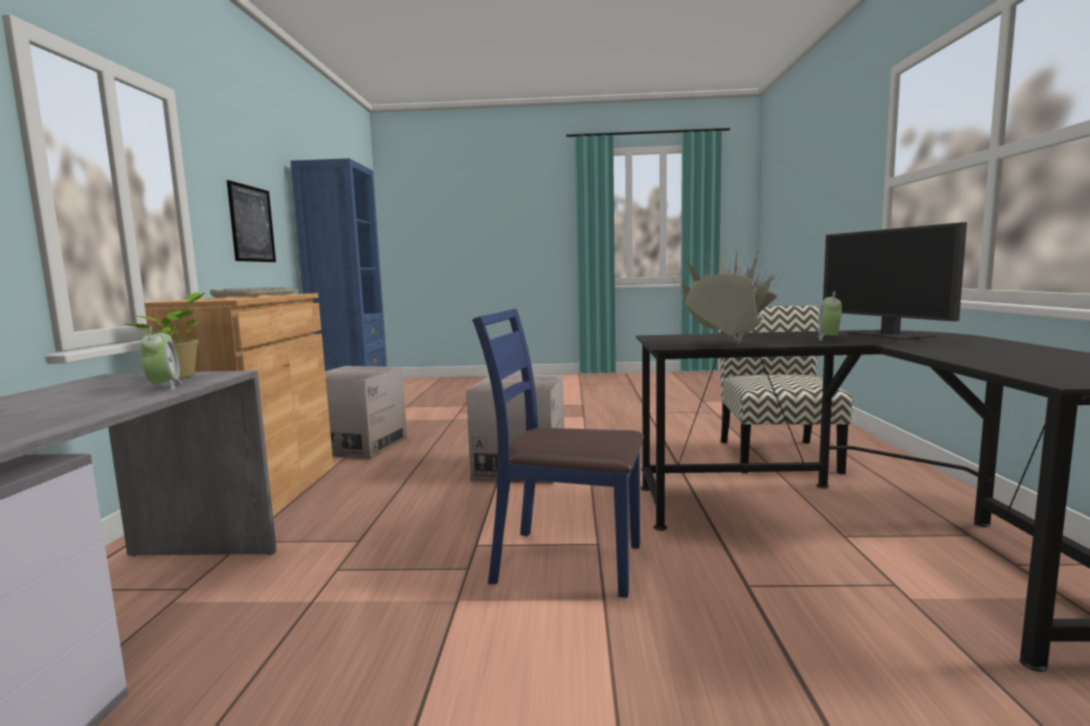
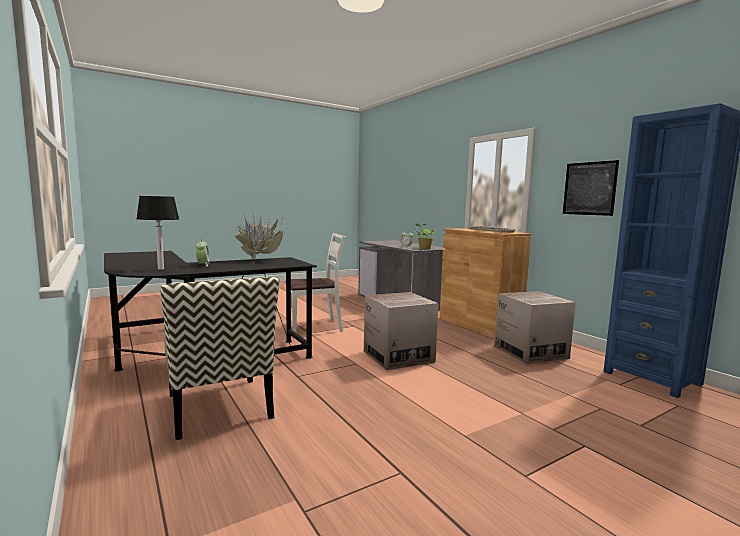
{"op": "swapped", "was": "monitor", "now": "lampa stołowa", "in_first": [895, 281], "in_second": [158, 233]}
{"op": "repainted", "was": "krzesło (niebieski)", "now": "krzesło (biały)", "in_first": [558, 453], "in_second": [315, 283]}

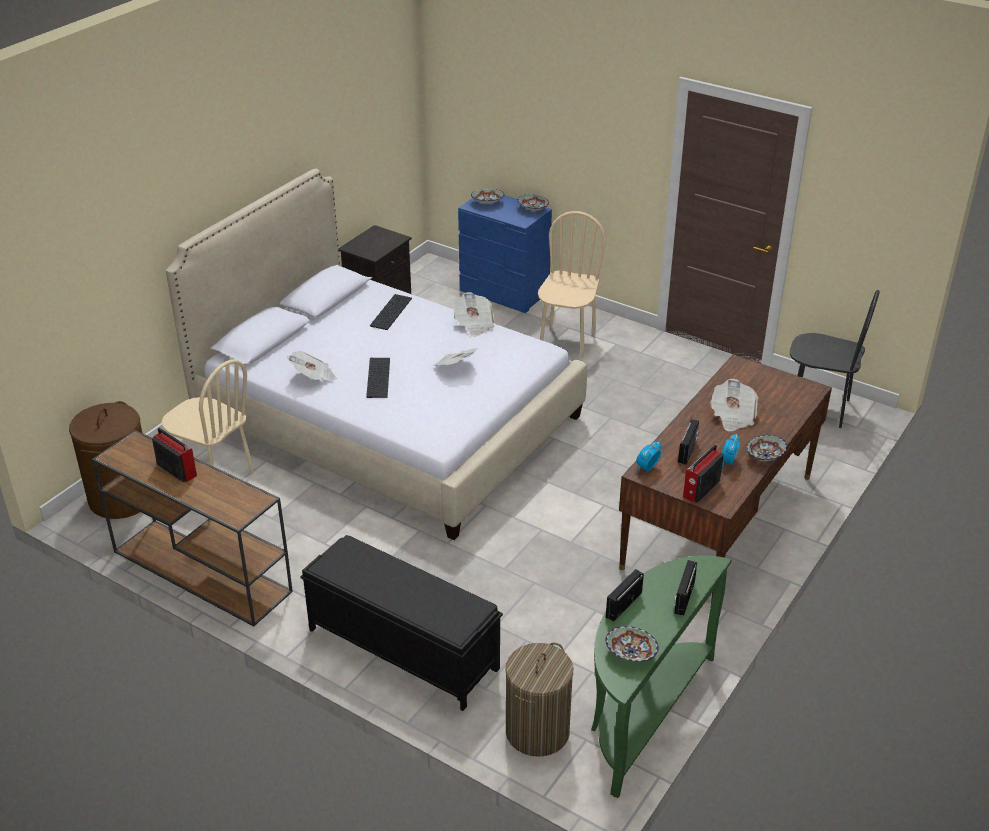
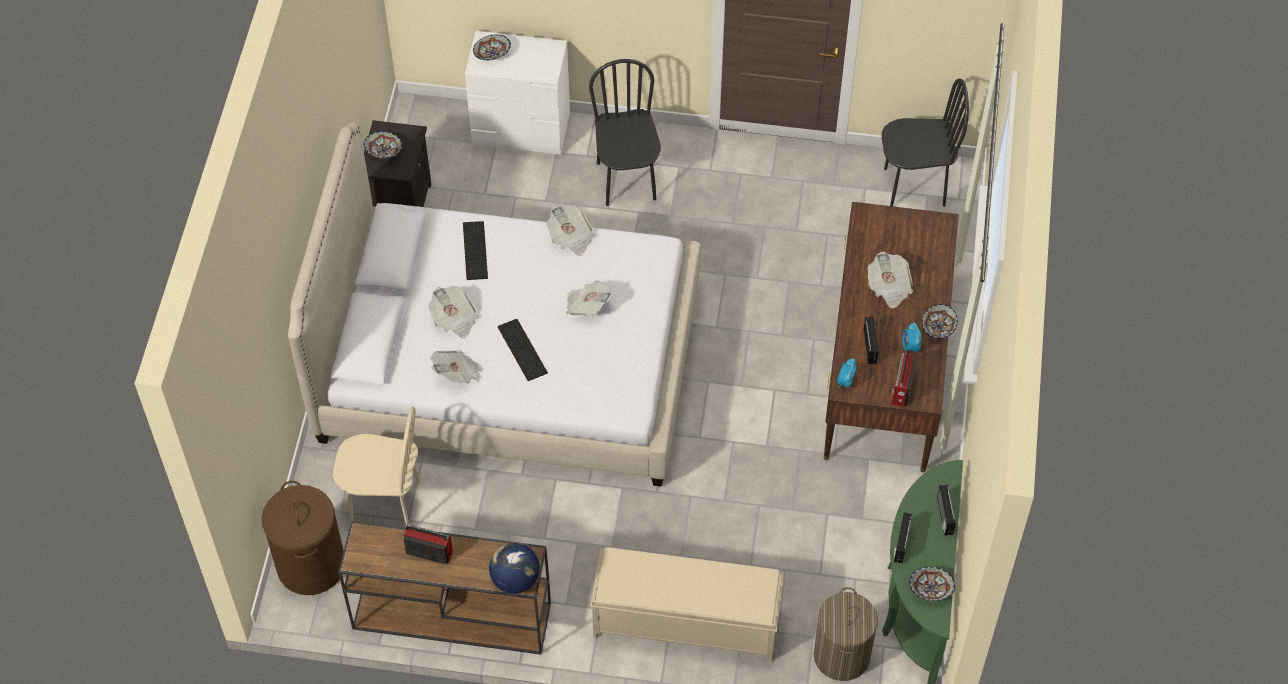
{"op": "shifted", "was": "miska", "in_first": [533, 202], "in_second": [383, 145]}
{"op": "repainted", "was": "komoda (niebieski)", "now": "komoda (biały)", "in_first": [505, 254], "in_second": [517, 93]}
{"op": "repainted", "was": "krzesło (beżowy)", "now": "krzesło (czarny)", "in_first": [572, 284], "in_second": [625, 132]}
{"op": "repainted", "was": "ławka (czarny)", "now": "ławka (beżowy)", "in_first": [401, 623], "in_second": [687, 604]}
{"op": "new", "now": "gazeta", "in_second": [453, 312]}
{"op": "new", "now": "globus", "in_second": [514, 568]}

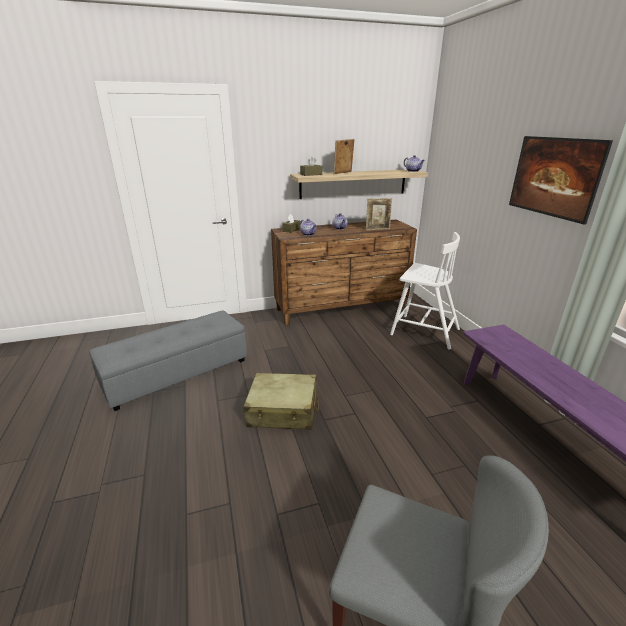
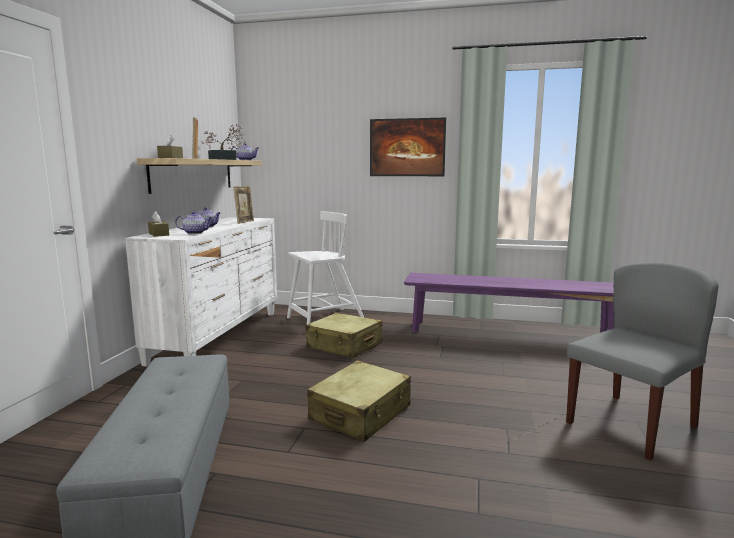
{"op": "repainted", "was": "komoda (brązowy)", "now": "komoda (biały)", "in_first": [344, 272], "in_second": [201, 292]}
{"op": "new", "now": "roślina doniczkowa", "in_second": [223, 142]}
{"op": "new", "now": "walizka (beżowy)", "in_second": [344, 335]}

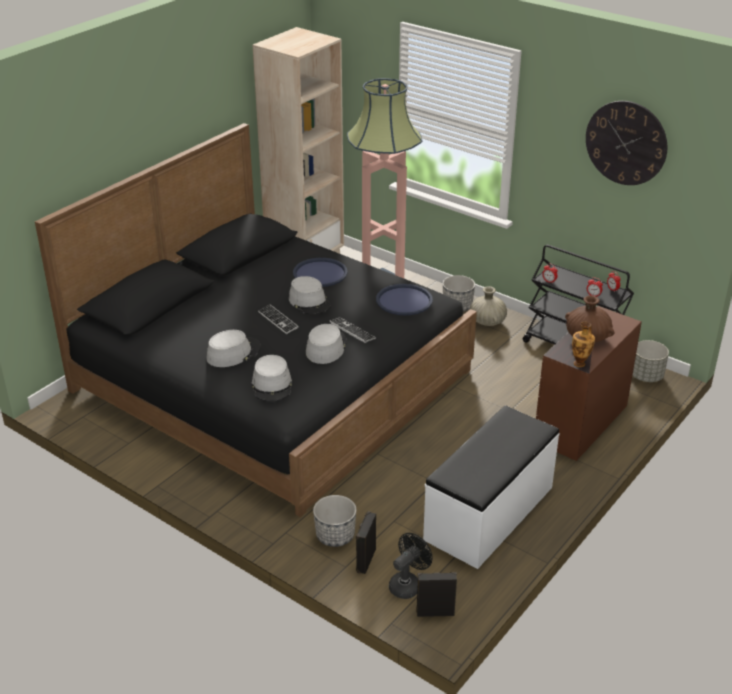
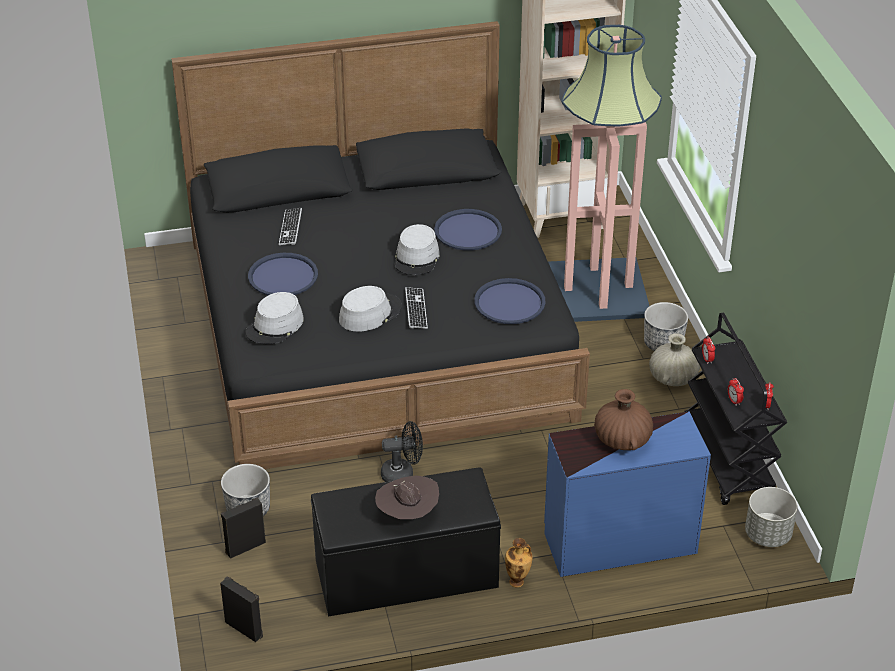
{"op": "gone", "was": "zegar ścienny", "in_first": [626, 143]}
{"op": "shifted", "was": "klawiatura", "in_first": [278, 319], "in_second": [290, 226]}
{"op": "repainted", "was": "komoda (brązowy)", "now": "komoda (niebieski)", "in_first": [589, 383], "in_second": [627, 494]}
{"op": "shifted", "was": "wazon", "in_first": [583, 344], "in_second": [518, 562]}
{"op": "swapped", "was": "kapelusz (szary)", "now": "taca (niebieski)", "in_first": [233, 348], "in_second": [283, 274]}
{"op": "repainted", "was": "ławka (biały)", "now": "ławka (czarny)", "in_first": [491, 487], "in_second": [406, 542]}
{"op": "shifted", "was": "wentylator (czarny)", "in_first": [411, 566], "in_second": [402, 451]}
{"op": "new", "now": "kapelusz (brązowy)", "in_second": [407, 497]}

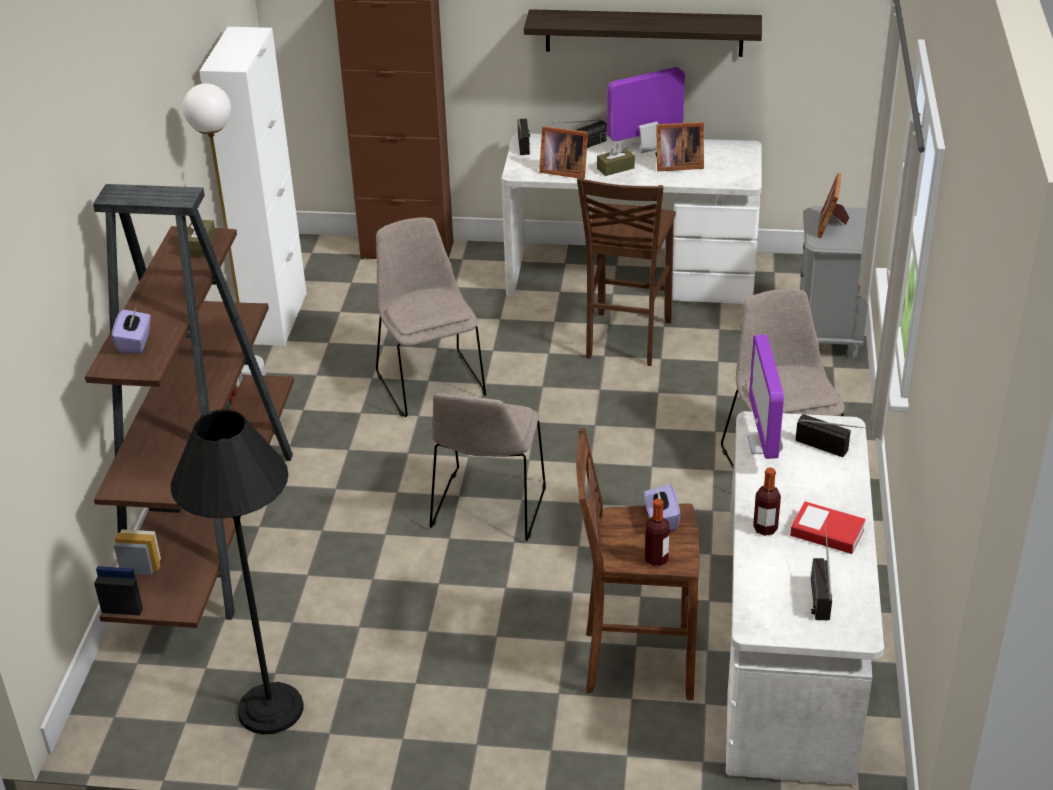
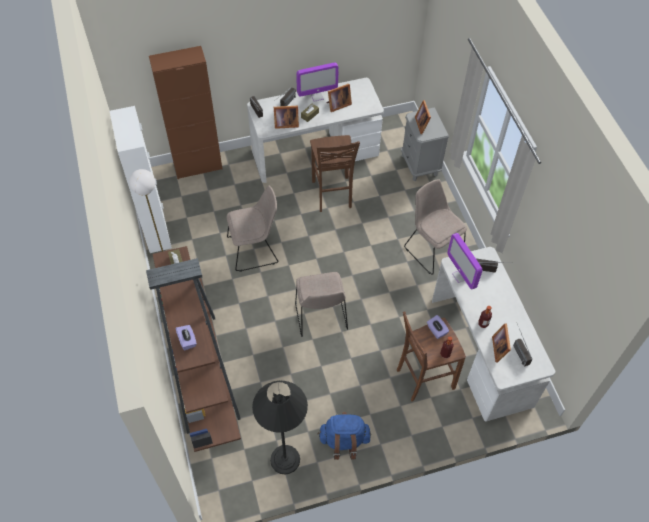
{"op": "gone", "was": "półka", "in_first": [643, 33]}
{"op": "rotated", "was": "monitor", "in_first": [646, 110], "in_second": [317, 82], "clockwise": -150}
{"op": "rotated", "was": "krzesło (beżowy)", "in_first": [431, 317], "in_second": [252, 229], "clockwise": 120}
{"op": "gone", "was": "książka", "in_first": [828, 528]}
{"op": "new", "now": "ramka na zdjęcie", "in_second": [501, 343]}
{"op": "new", "now": "plecak (niebieski)", "in_second": [344, 436]}

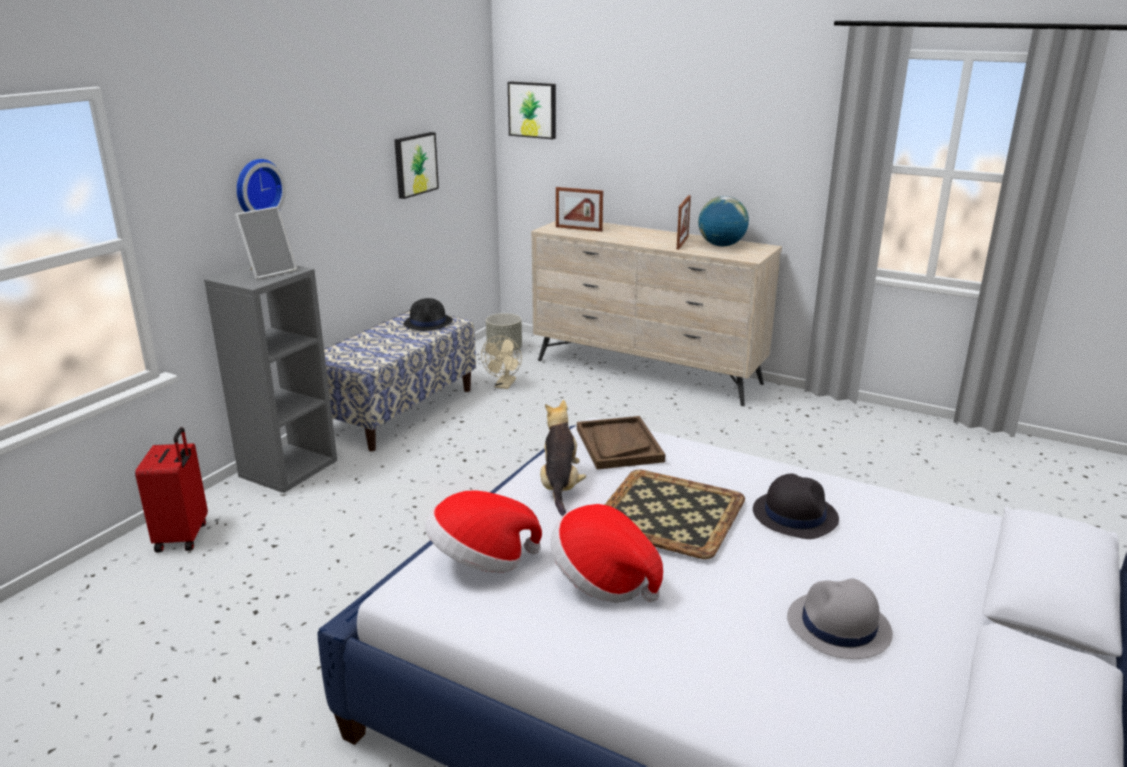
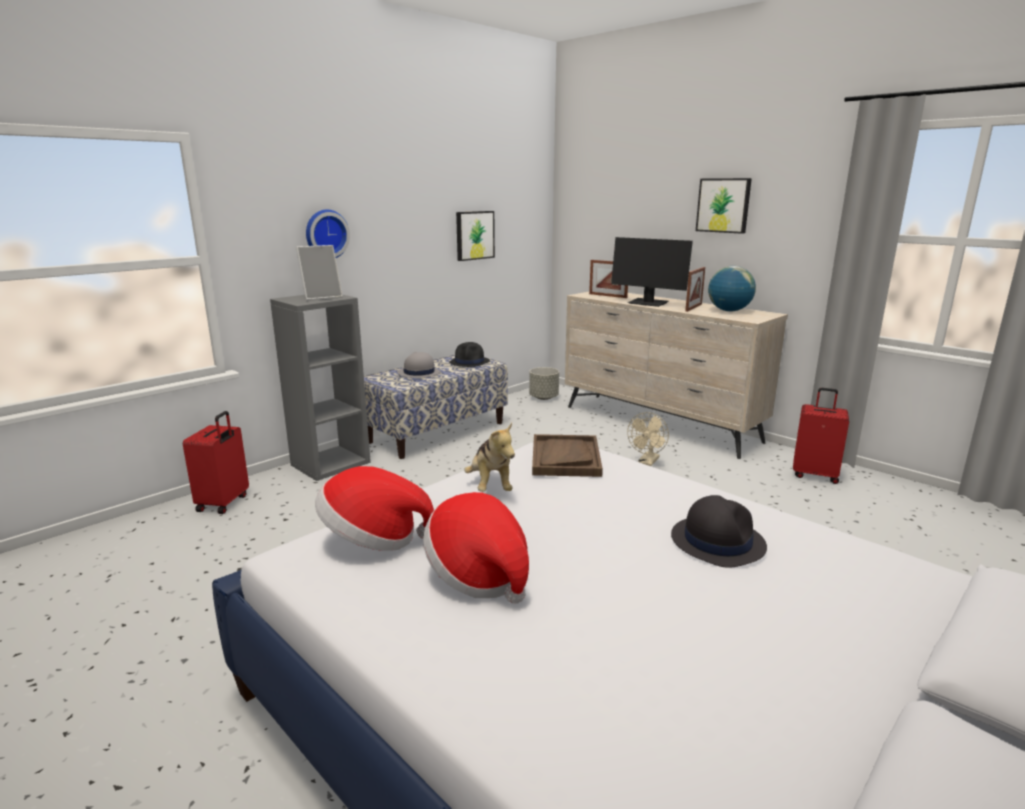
{"op": "shifted", "was": "obraz", "in_first": [532, 110], "in_second": [724, 206]}
{"op": "shifted", "was": "wentylator (beżowy)", "in_first": [501, 362], "in_second": [648, 439]}
{"op": "rotated", "was": "pluszak", "in_first": [563, 458], "in_second": [489, 457], "clockwise": 150}
{"op": "gone", "was": "taca", "in_first": [675, 514]}
{"op": "shifted", "was": "kapelusz (szary)", "in_first": [840, 618], "in_second": [419, 365]}
{"op": "new", "now": "monitor", "in_second": [652, 272]}
{"op": "new", "now": "walizka (czerwony)", "in_second": [821, 436]}

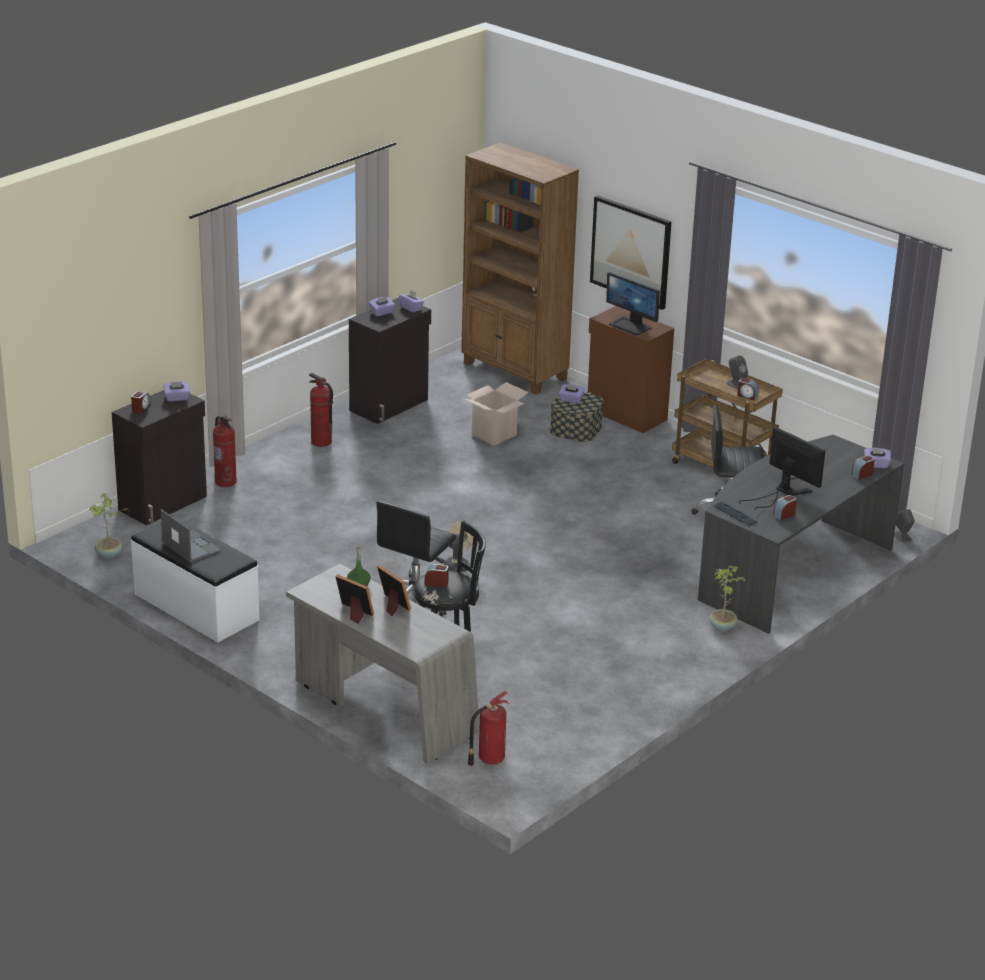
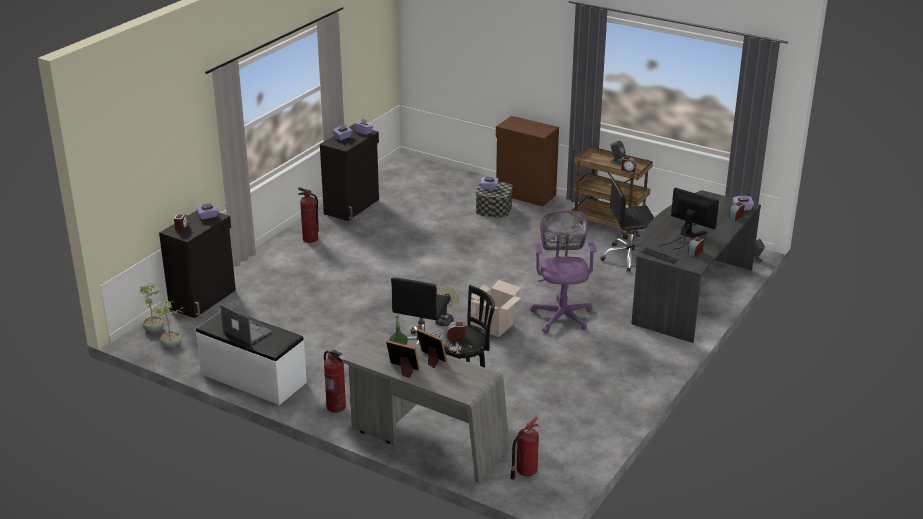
{"op": "gone", "was": "regał (brązowy)", "in_first": [520, 268]}
{"op": "gone", "was": "obraz", "in_first": [631, 252]}
{"op": "gone", "was": "monitor", "in_first": [633, 303]}
{"op": "shifted", "was": "karton", "in_first": [496, 414], "in_second": [496, 308]}
{"op": "shifted", "was": "gaśnica", "in_first": [225, 451], "in_second": [335, 381]}
{"op": "shifted", "was": "roślina doniczkowa", "in_first": [727, 598], "in_second": [152, 308]}
{"op": "new", "now": "krzesło biurowe (fioletowy)", "in_second": [563, 272]}

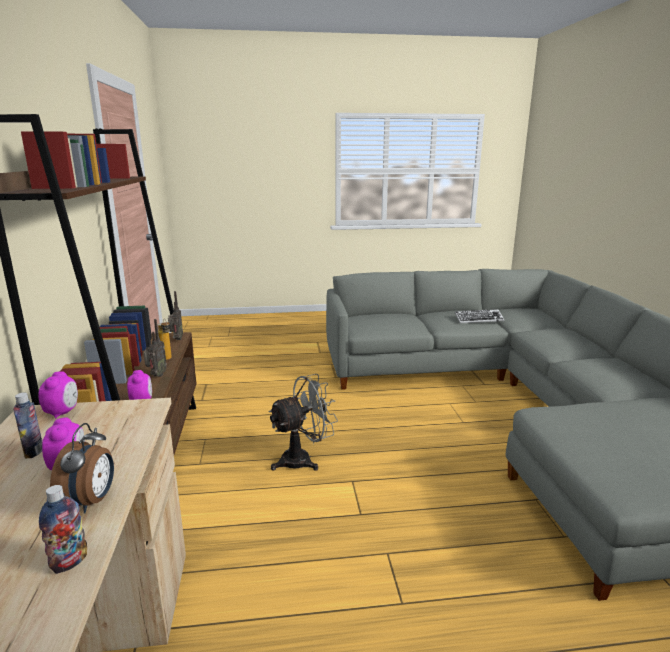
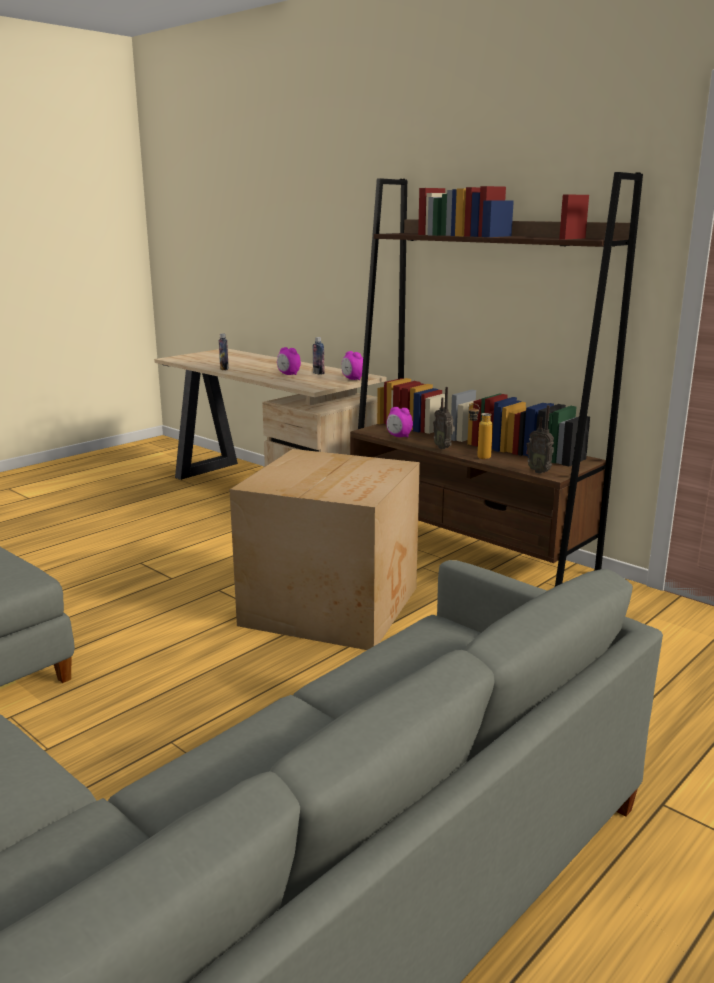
{"op": "gone", "was": "klawiatura", "in_first": [480, 316]}
{"op": "swapped", "was": "wentylator (szary)", "now": "karton", "in_first": [303, 422], "in_second": [324, 549]}
{"op": "gone", "was": "budzik", "in_first": [82, 468]}

